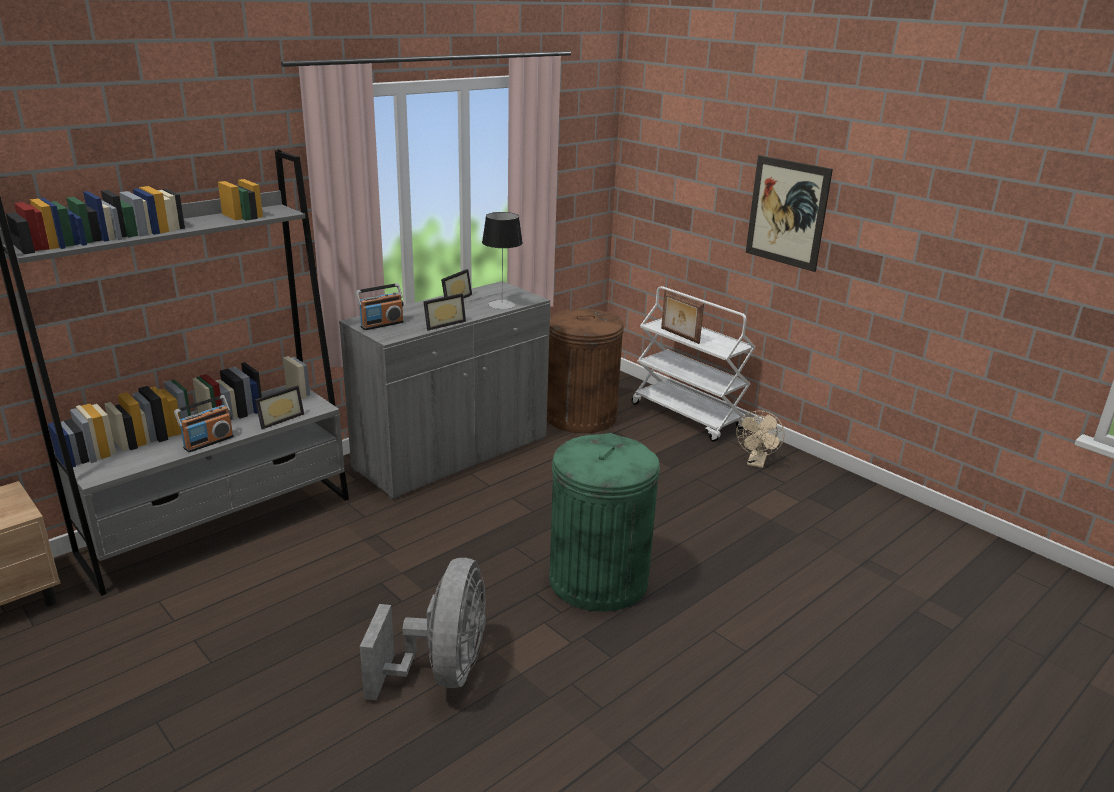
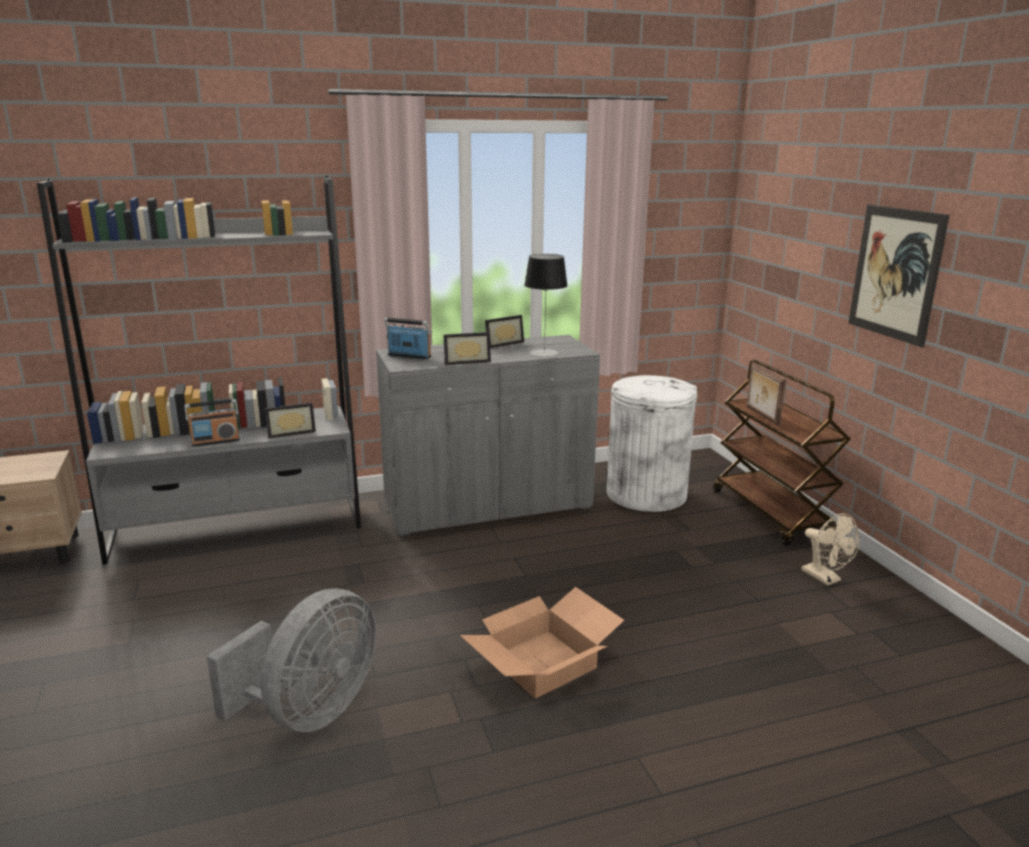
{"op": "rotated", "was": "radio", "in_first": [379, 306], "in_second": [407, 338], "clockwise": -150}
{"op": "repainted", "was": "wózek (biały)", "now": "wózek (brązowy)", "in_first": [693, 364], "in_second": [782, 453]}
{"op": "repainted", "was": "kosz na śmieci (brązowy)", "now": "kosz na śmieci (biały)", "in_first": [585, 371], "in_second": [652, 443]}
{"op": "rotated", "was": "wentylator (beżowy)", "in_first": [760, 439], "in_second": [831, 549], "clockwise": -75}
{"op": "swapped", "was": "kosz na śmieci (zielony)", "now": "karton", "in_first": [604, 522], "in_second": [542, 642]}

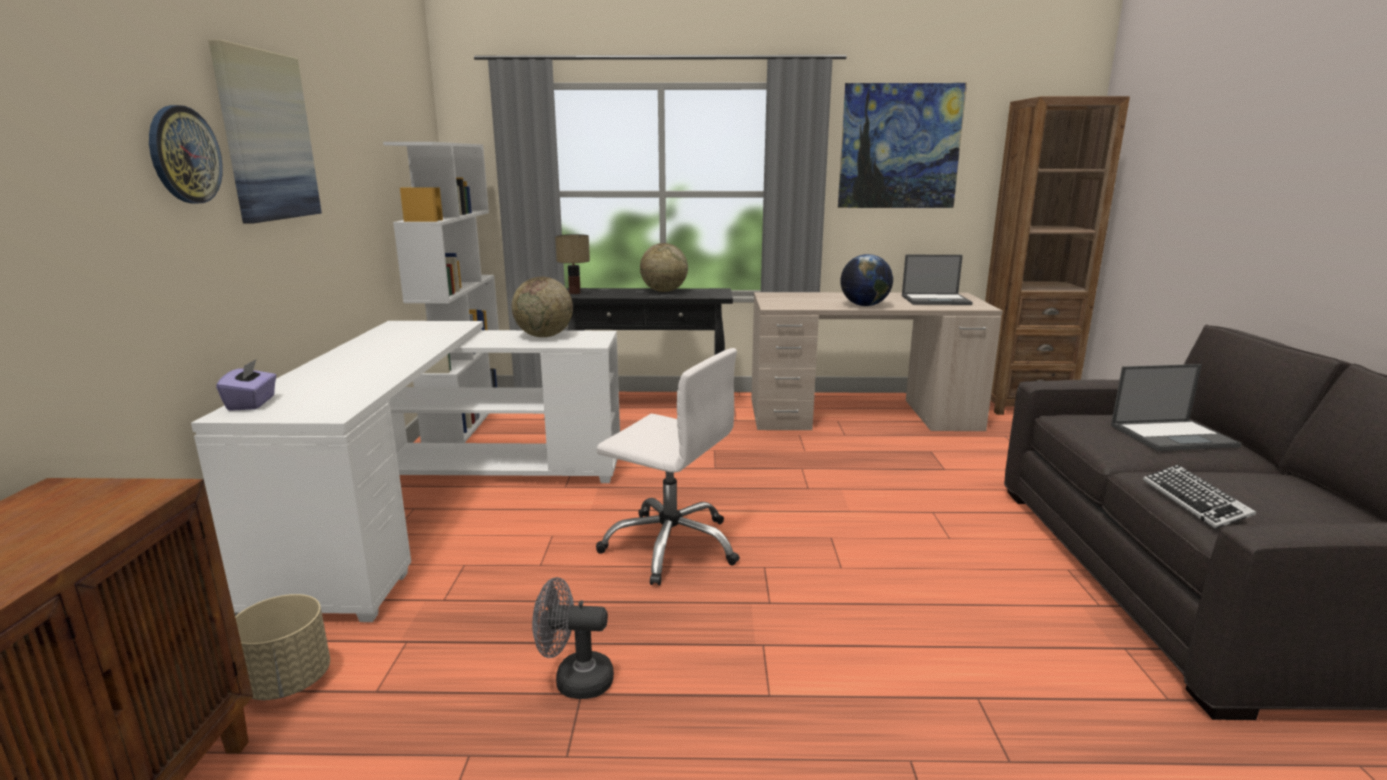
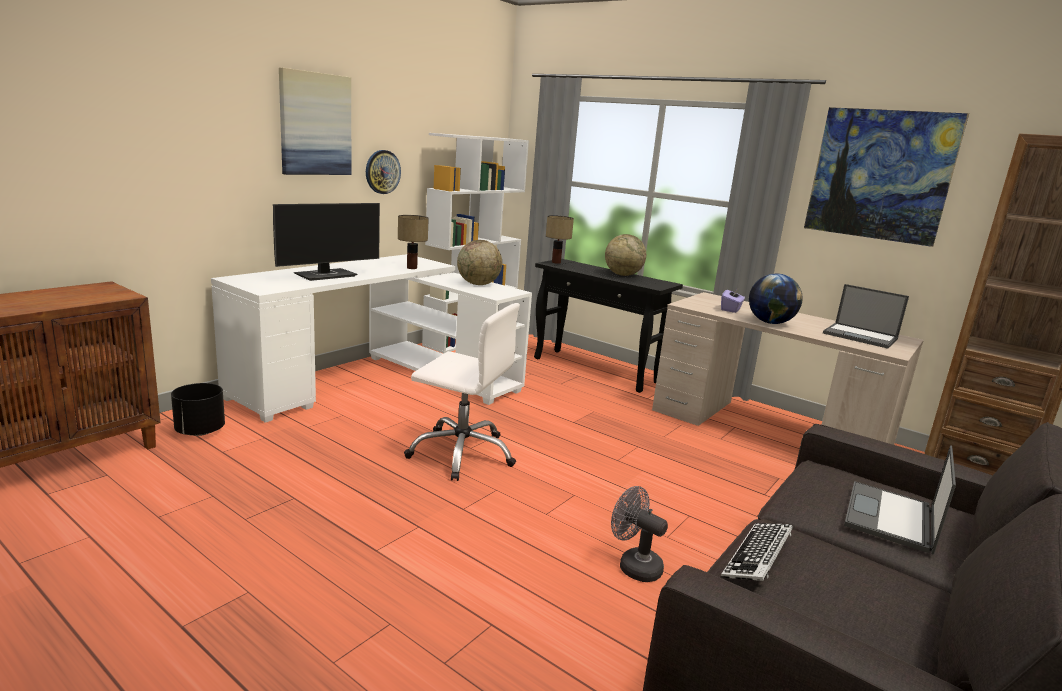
{"op": "shifted", "was": "zegar ścienny", "in_first": [186, 154], "in_second": [383, 172]}
{"op": "rotated", "was": "krzesło biurowe (biały)", "in_first": [668, 467], "in_second": [462, 392], "clockwise": -45}
{"op": "shifted", "was": "pudełko chusteczek (fioletowy)", "in_first": [246, 385], "in_second": [733, 300]}
{"op": "rotated", "was": "laptop", "in_first": [1176, 407], "in_second": [900, 500], "clockwise": 90}
{"op": "shifted", "was": "wentylator (szary)", "in_first": [573, 638], "in_second": [639, 534]}
{"op": "repainted", "was": "donica (beżowy)", "now": "donica (czarny)", "in_first": [282, 647], "in_second": [198, 409]}
{"op": "new", "now": "monitor", "in_second": [326, 242]}
{"op": "new", "now": "lampa stołowa", "in_second": [413, 242]}

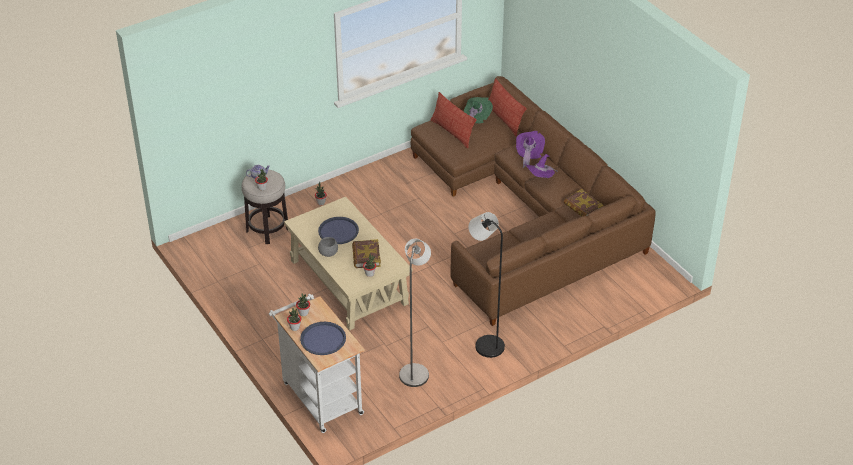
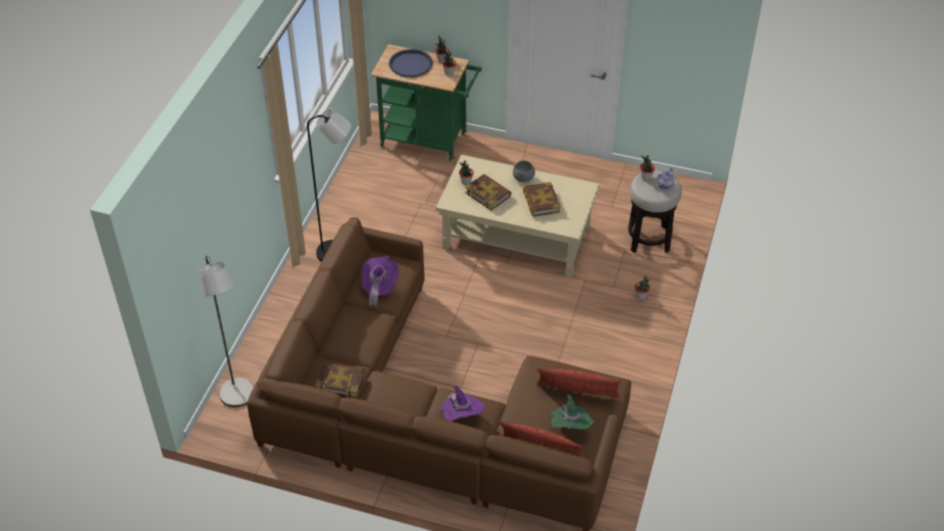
{"op": "shifted", "was": "kapelusz (fioletowy)", "in_first": [541, 166], "in_second": [380, 282]}
{"op": "swapped", "was": "taca (niebieski)", "now": "książka", "in_first": [338, 230], "in_second": [542, 199]}
{"op": "shifted", "was": "lampa stojąca (szary)", "in_first": [415, 313], "in_second": [226, 331]}
{"op": "repainted", "was": "wózek (biały)", "now": "wózek (zielony)", "in_first": [317, 363], "in_second": [426, 102]}

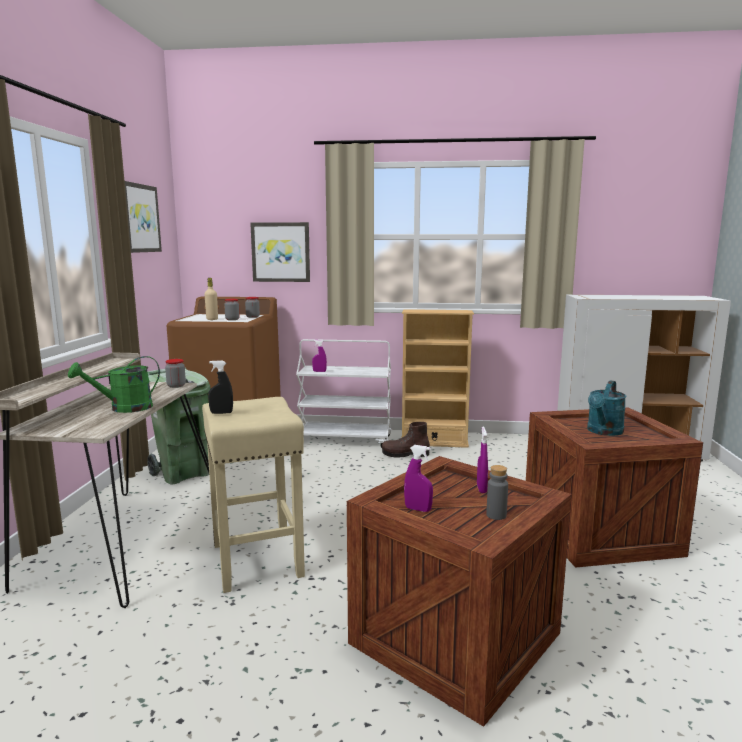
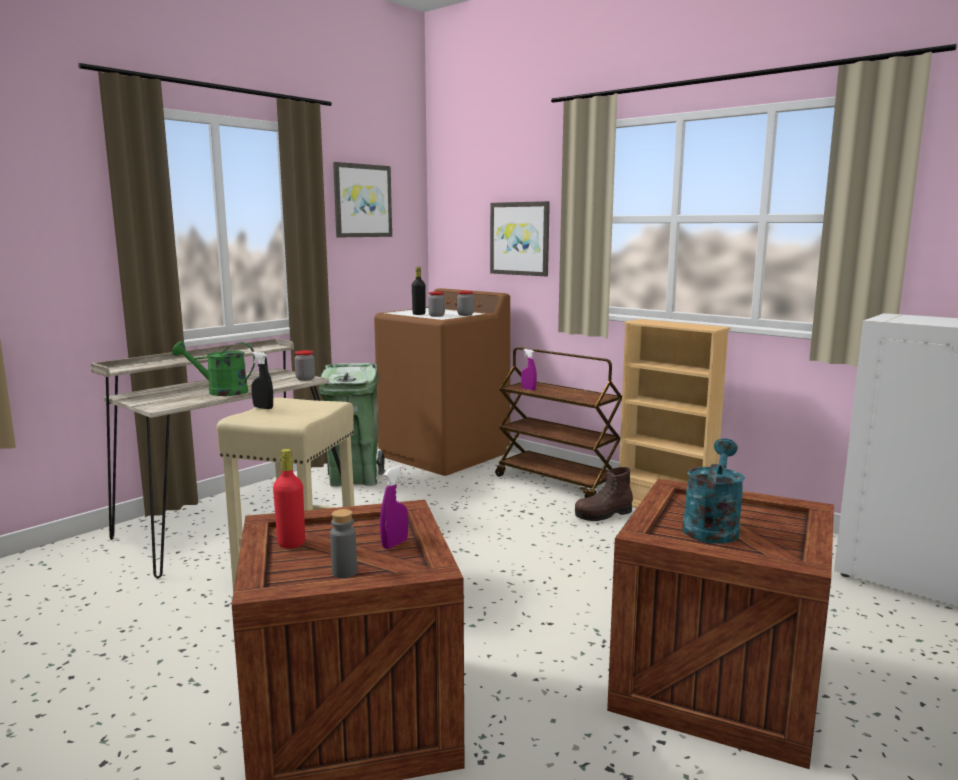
{"op": "repainted", "was": "butelka (beżowy)", "now": "butelka (czarny)", "in_first": [211, 299], "in_second": [419, 291]}
{"op": "repainted", "was": "wózek (biały)", "now": "wózek (brązowy)", "in_first": [343, 393], "in_second": [558, 422]}
{"op": "rotated", "was": "konewka (turkusowy)", "in_first": [607, 408], "in_second": [713, 491], "clockwise": 135}
{"op": "rotated", "was": "but z cholewką (brązowy)", "in_first": [406, 440], "in_second": [604, 494], "clockwise": -60}
{"op": "swapped", "was": "spryskiwacz (fioletowy)", "now": "butelka (czerwony)", "in_first": [418, 478], "in_second": [289, 498]}

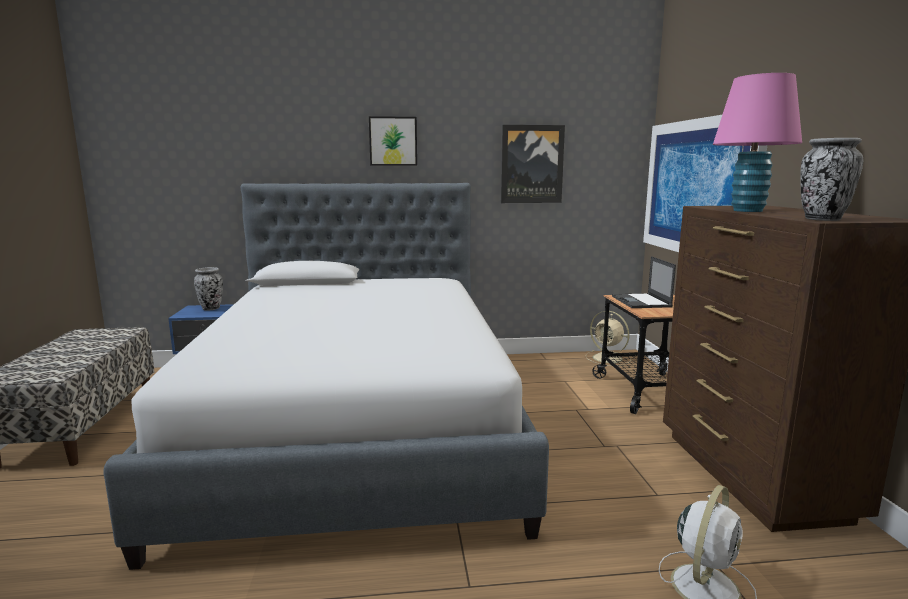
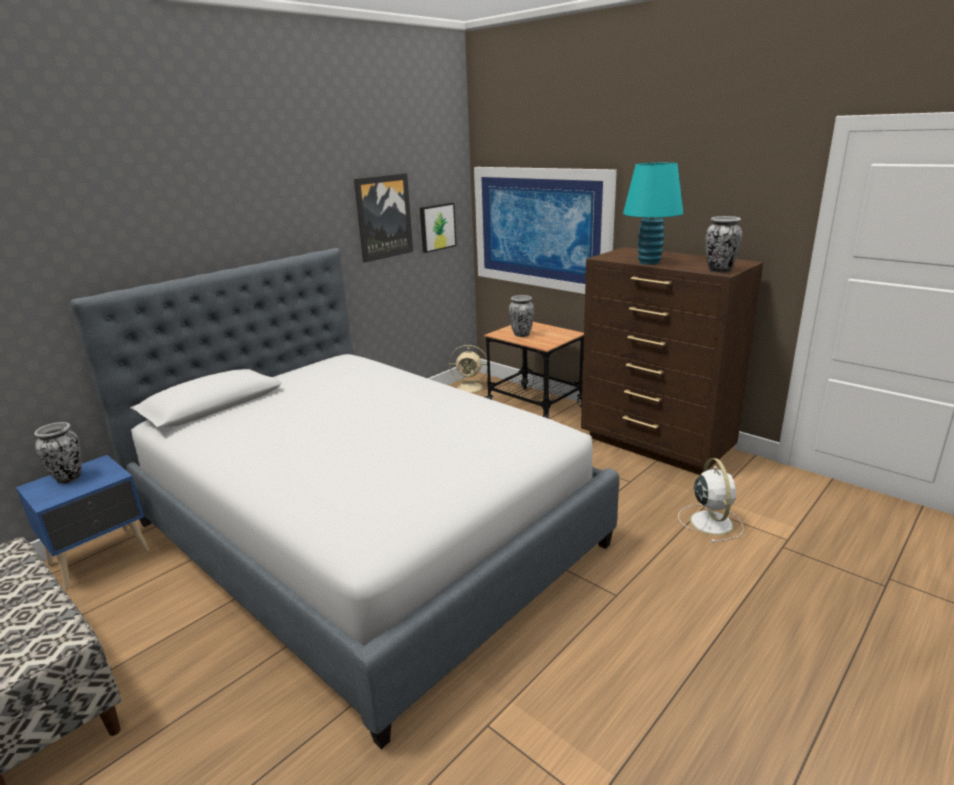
{"op": "repainted", "was": "lampa stołowa (różowy)", "now": "lampa stołowa (turkusowy)", "in_first": [757, 142], "in_second": [653, 214]}
{"op": "shifted", "was": "obraz", "in_first": [393, 141], "in_second": [438, 228]}
{"op": "swapped", "was": "laptop", "now": "wazon", "in_first": [644, 282], "in_second": [521, 316]}

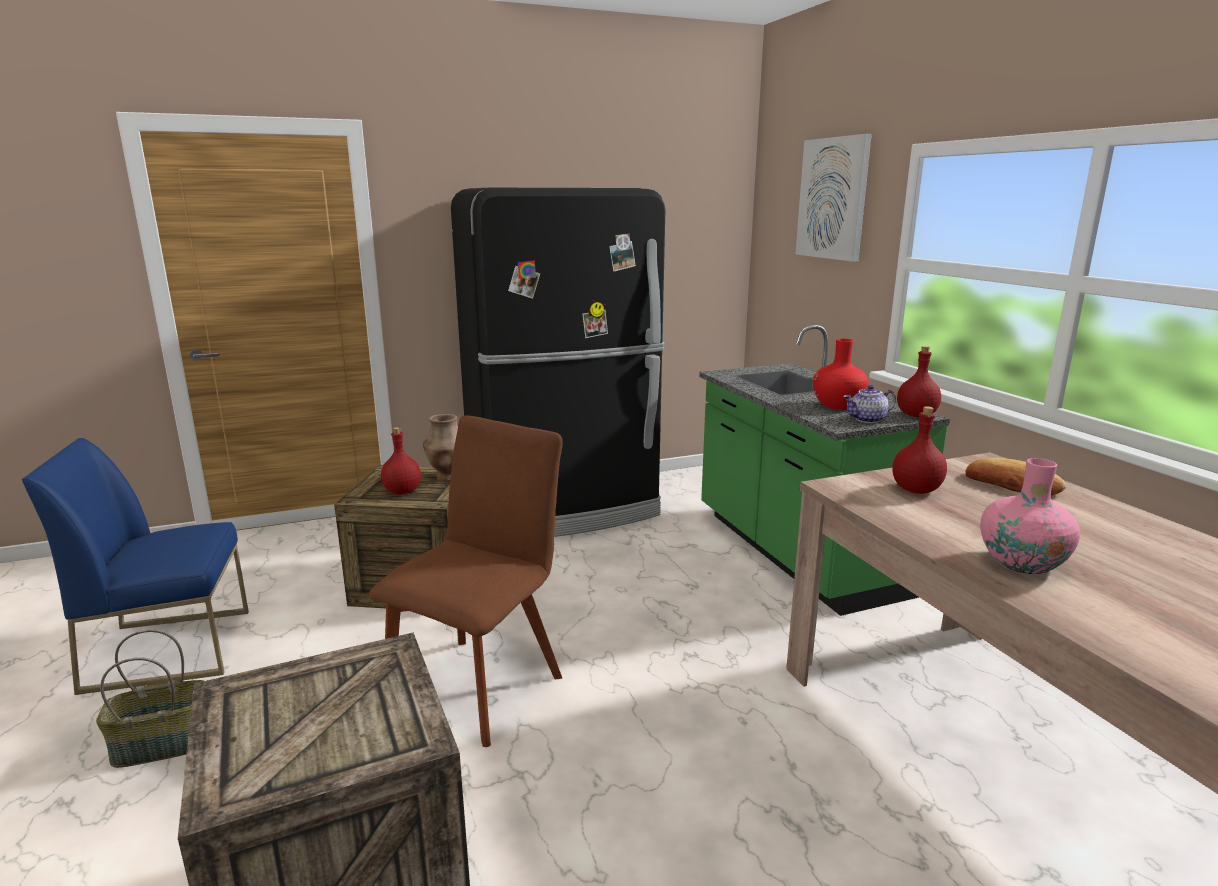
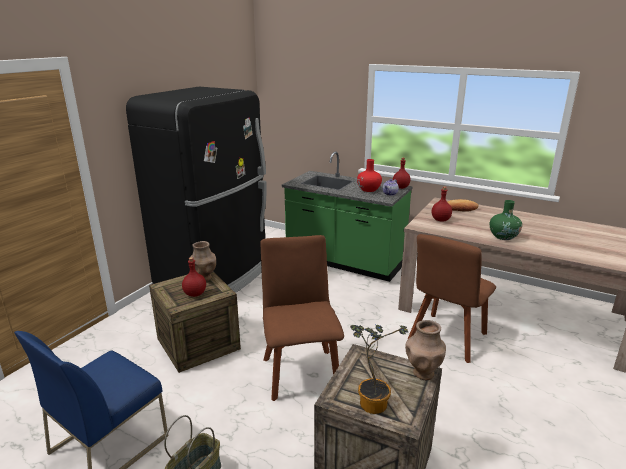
{"op": "gone", "was": "obraz", "in_first": [833, 198]}
{"op": "repainted", "was": "wazon (różowy)", "now": "wazon (zielony)", "in_first": [1030, 516], "in_second": [506, 220]}
{"op": "new", "now": "krzesło (brązowy)", "in_second": [452, 298]}
{"op": "new", "now": "wazon (brązowy)", "in_second": [425, 350]}
{"op": "new", "now": "roślina doniczkowa", "in_second": [379, 369]}

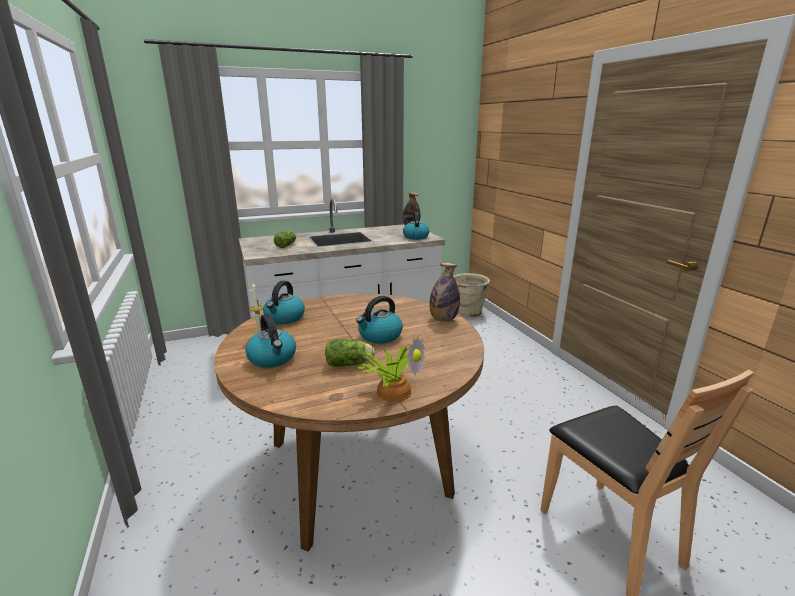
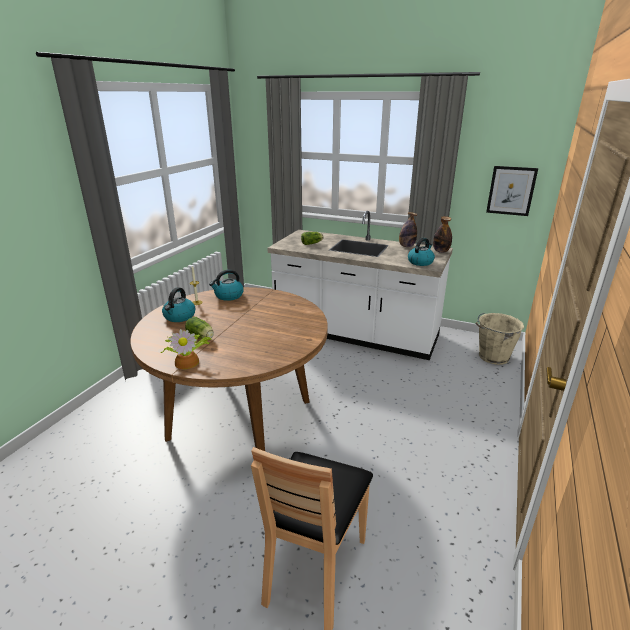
{"op": "shifted", "was": "butelka", "in_first": [444, 292], "in_second": [408, 229]}
{"op": "gone", "was": "czajnik", "in_first": [379, 320]}
{"op": "new", "now": "obraz", "in_second": [512, 191]}

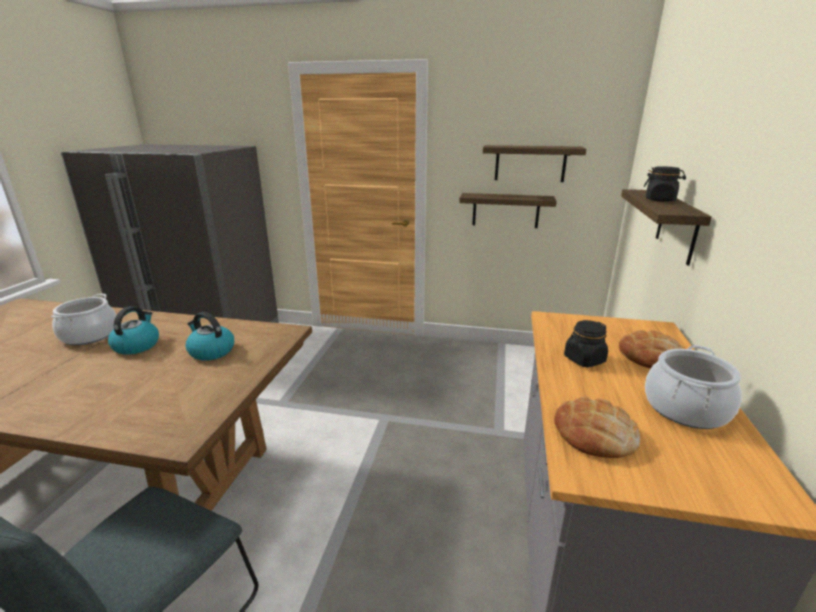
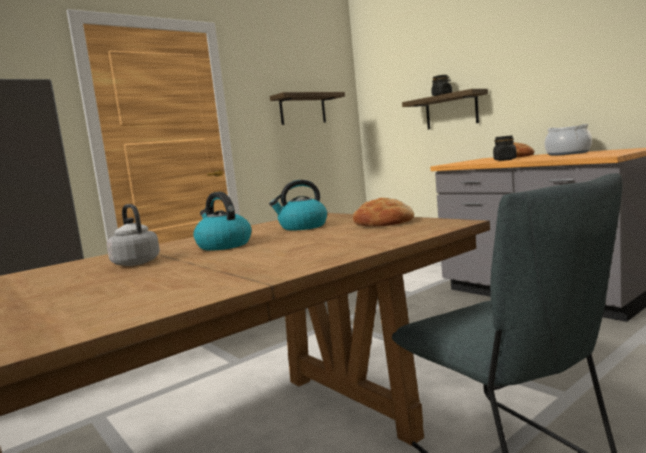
{"op": "gone", "was": "półka", "in_first": [508, 210]}
{"op": "swapped", "was": "garnek", "now": "czajnik (szary)", "in_first": [83, 319], "in_second": [133, 235]}
{"op": "shifted", "was": "chleb", "in_first": [597, 427], "in_second": [383, 212]}

